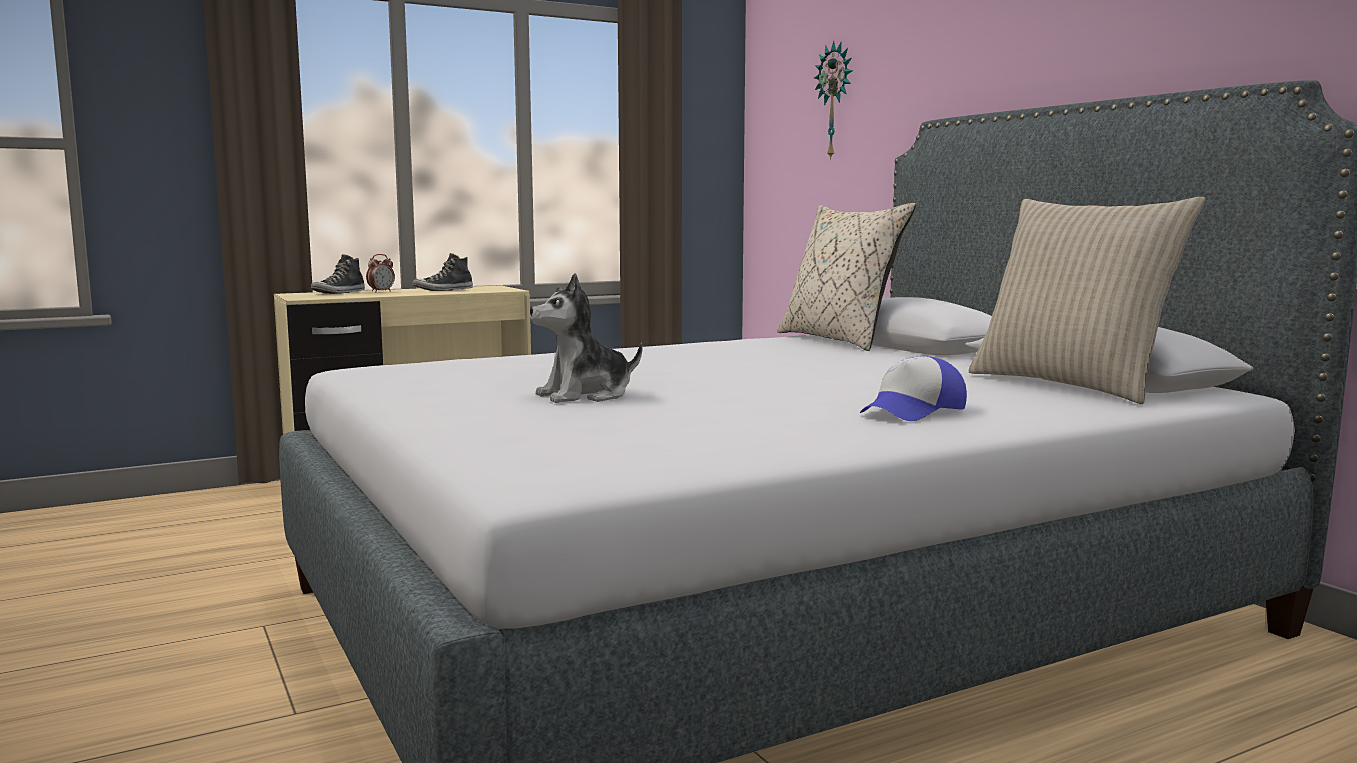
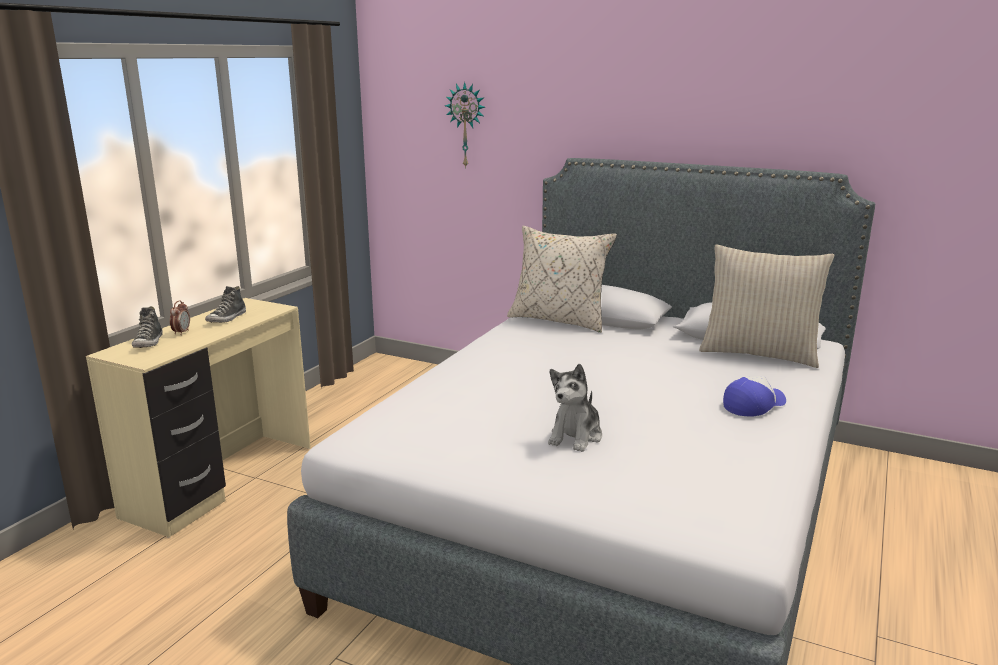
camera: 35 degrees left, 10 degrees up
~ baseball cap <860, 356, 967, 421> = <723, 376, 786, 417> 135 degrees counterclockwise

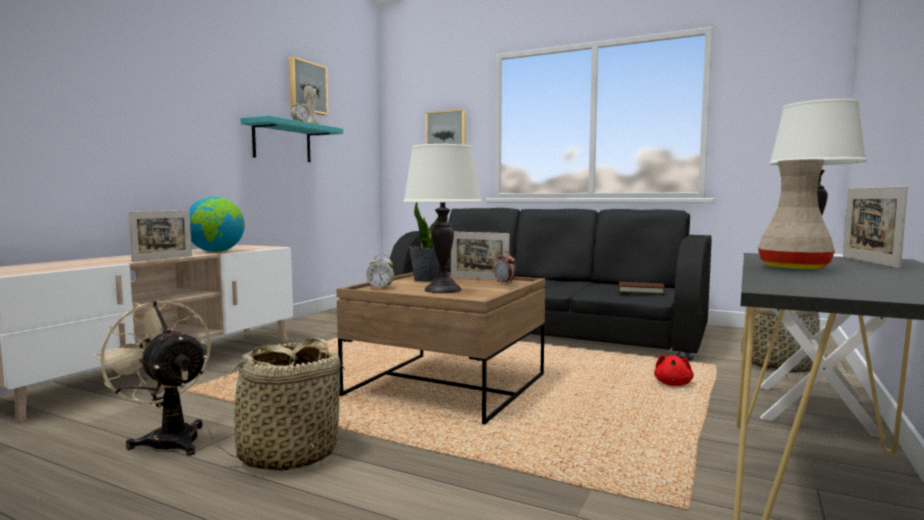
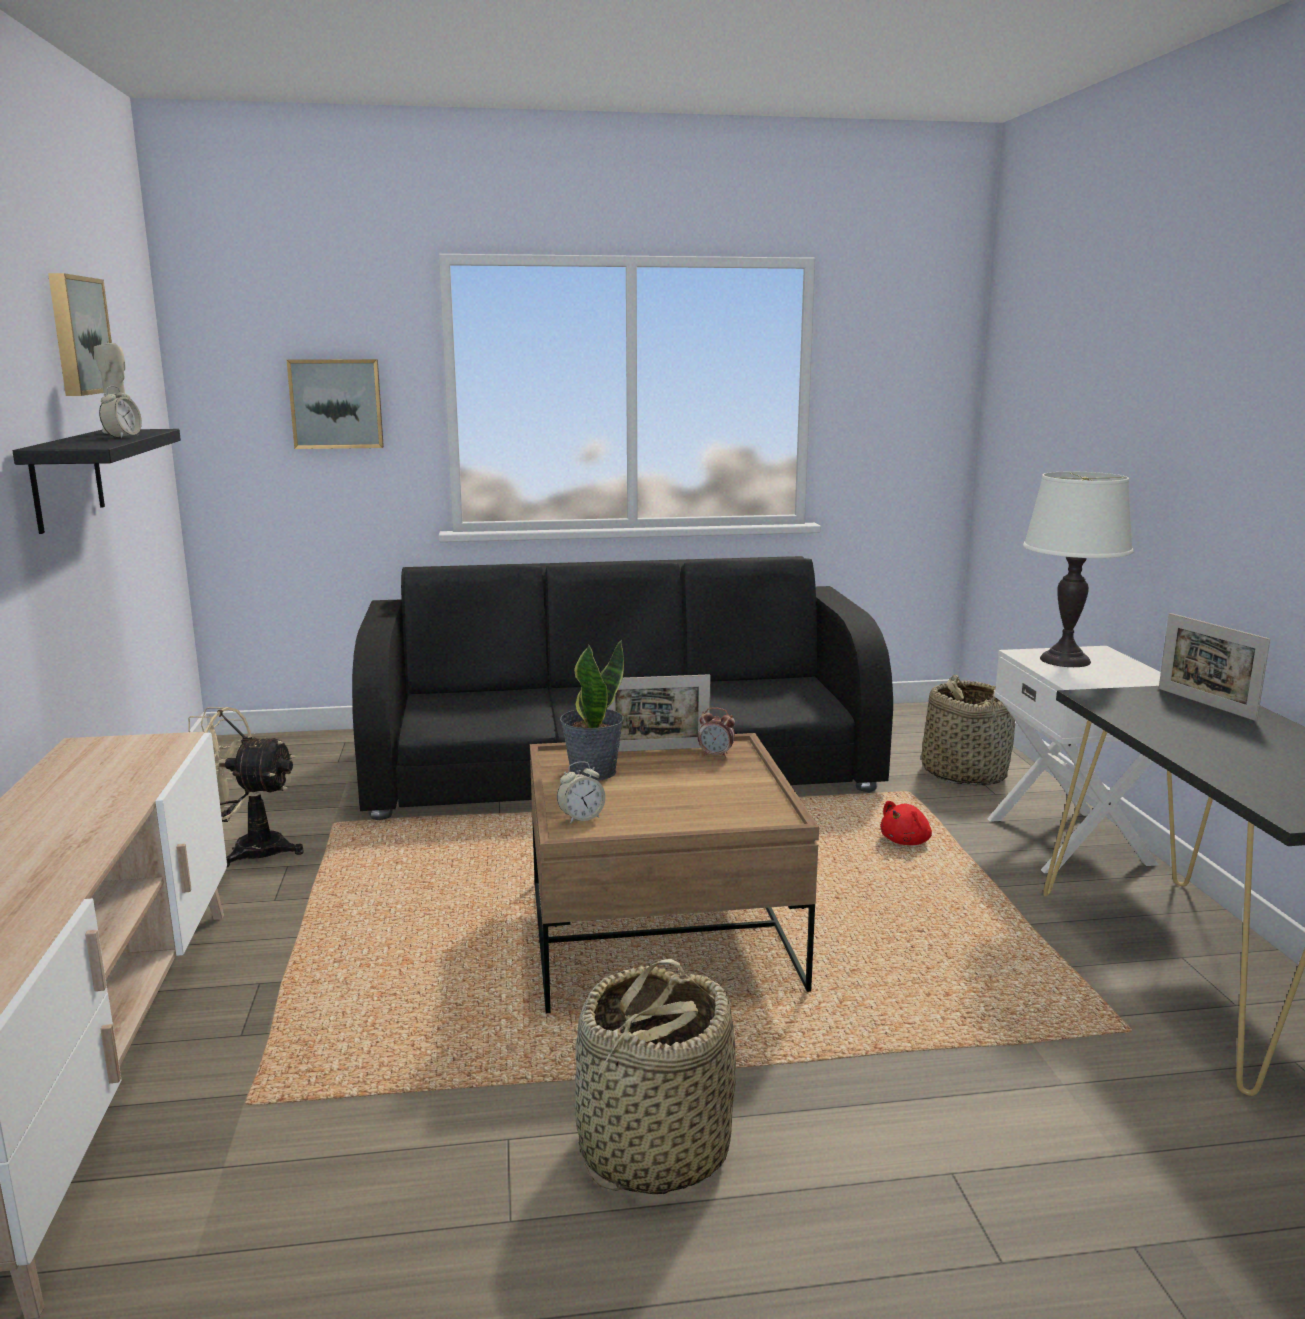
camera: 35 degrees left, 10 degrees up
~ wall shelf/blue-green <240, 115, 343, 162> to wall shelf/black-coloured <13, 429, 181, 534>
- tabletop lamp/white-coloured <403, 144, 482, 293>
- flower vase/sand-coloured <758, 159, 835, 270>
- desk globe <189, 197, 245, 252>
- picture frame <128, 210, 192, 262>
- volume/brown-coloured <619, 282, 665, 295>
~ fan/sand-coloured <93, 300, 211, 456> to <188, 707, 304, 867>
~ plush toy/red-coloured <654, 354, 694, 386> = <880, 801, 932, 845> 60 degrees clockwise

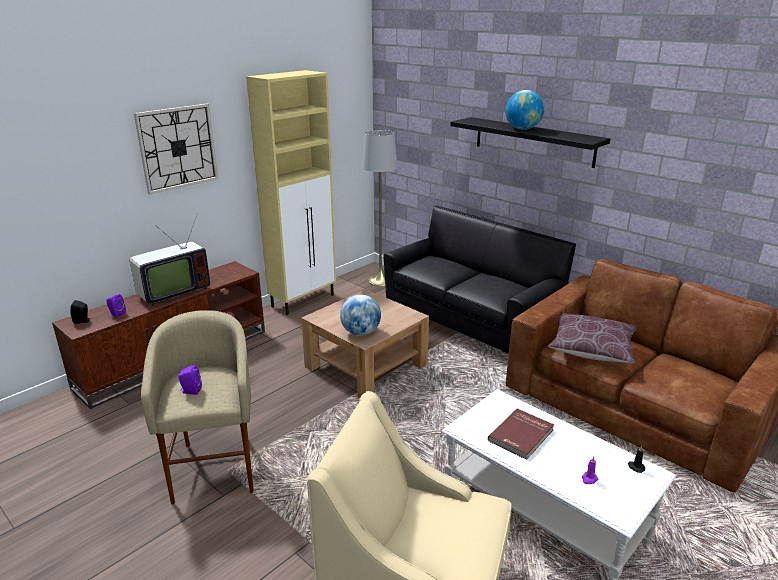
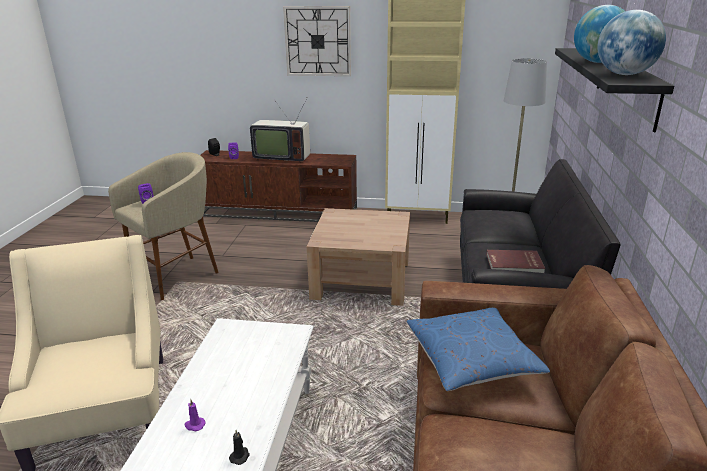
camera: 55 degrees right, 0 degrees up
~ desk globe <340, 295, 381, 336> to <598, 10, 666, 75>
~ cushion/brown-coloured <548, 313, 637, 363> to cushion/bluish <406, 308, 550, 391>
~ volume/red-coloured <488, 409, 554, 460> to <486, 250, 545, 273>

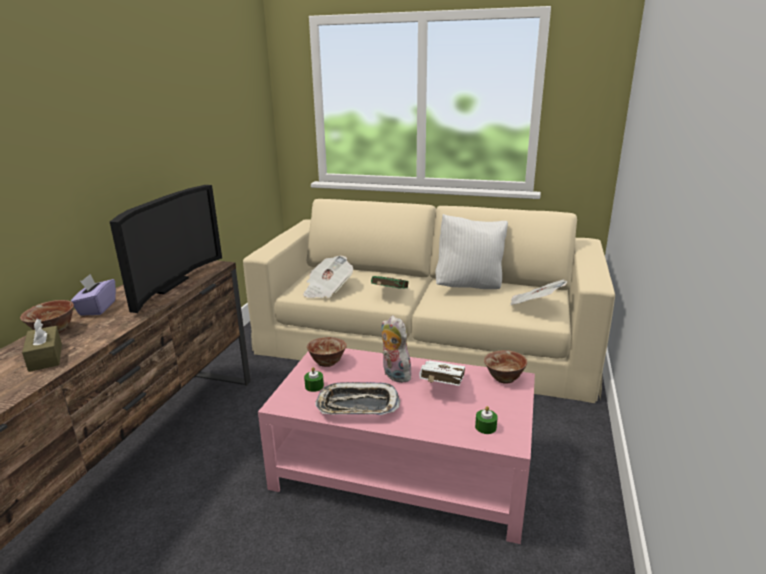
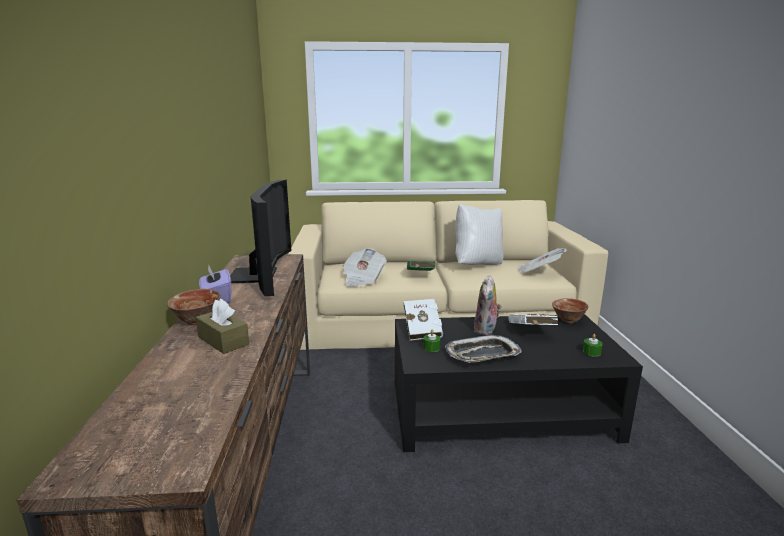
camera: 20 degrees left, 5 degrees down
~ plush toy <381, 316, 411, 383> = <474, 275, 501, 335> 105 degrees counterclockwise
~ bowl <307, 337, 347, 367> to volume/white-coloured <404, 299, 443, 341>
~ coffee table/pink-coloured <258, 348, 535, 544> to coffee table/black-coloured <395, 314, 643, 452>

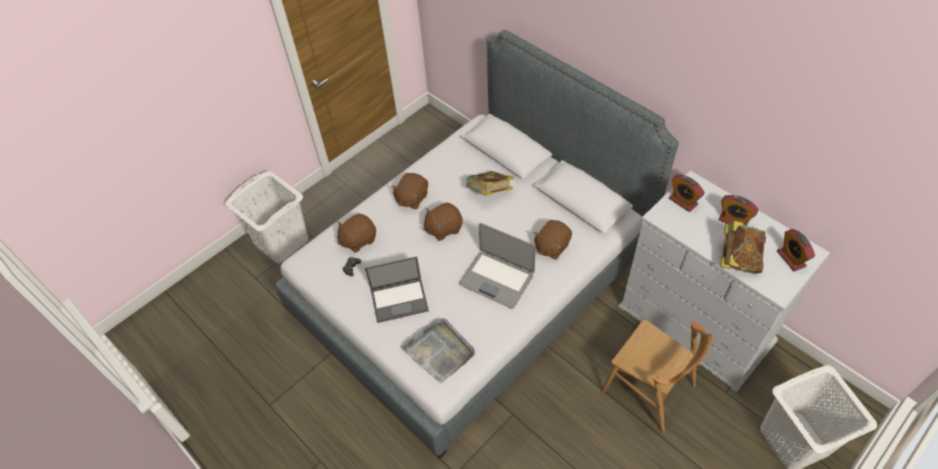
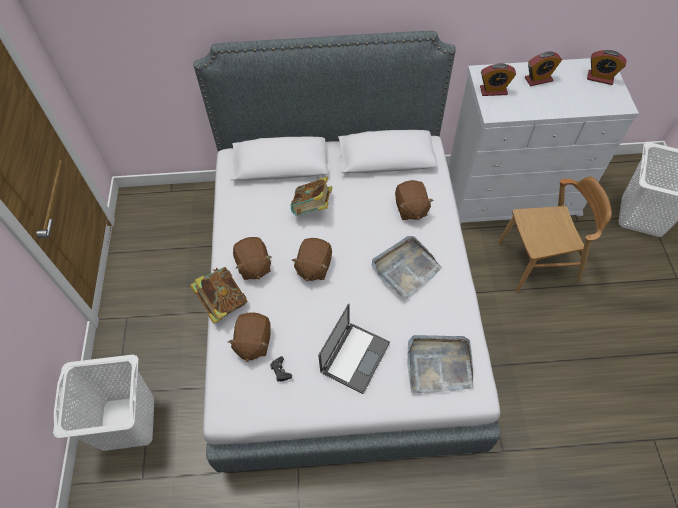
camera: 50 degrees left, 5 degrees up
~ volume <720, 221, 766, 274> to <190, 267, 248, 324>
~ notebook computer <459, 223, 536, 309> to serving tray/greyish <372, 236, 442, 300>

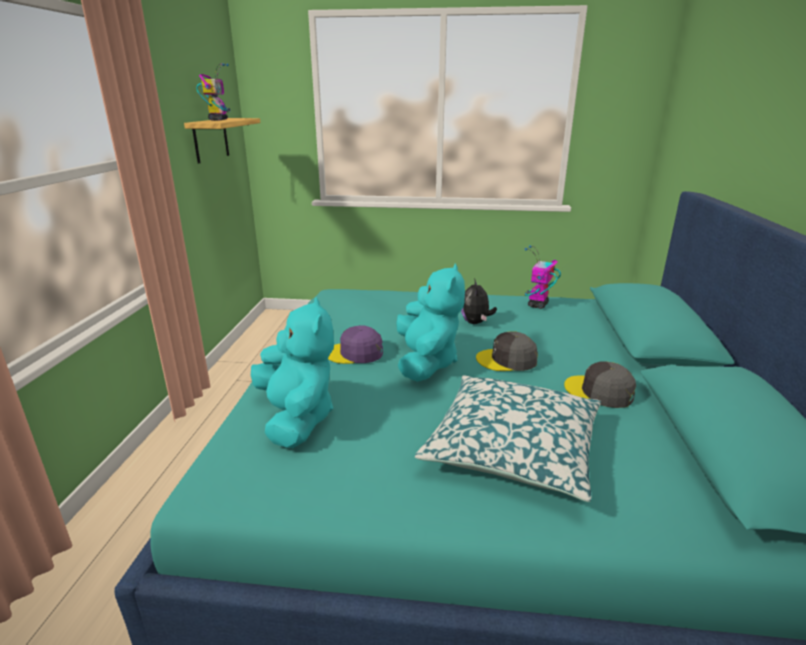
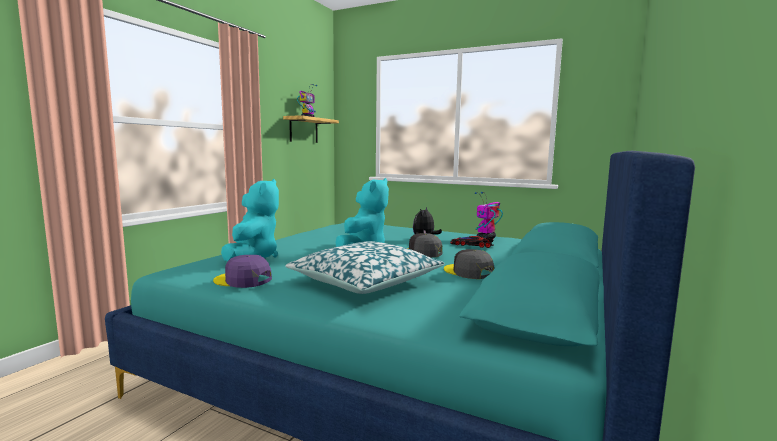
camera: 20 degrees right, 15 degrees down
~ baseball cap/purple <328, 326, 383, 364> to <213, 255, 272, 288>
+ toy car <450, 236, 494, 248>

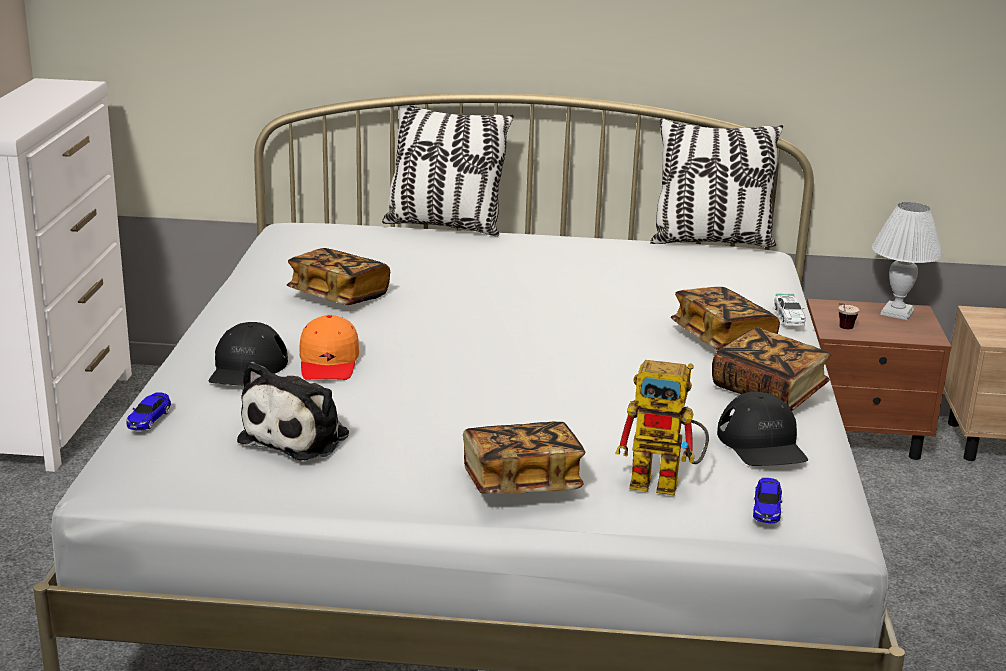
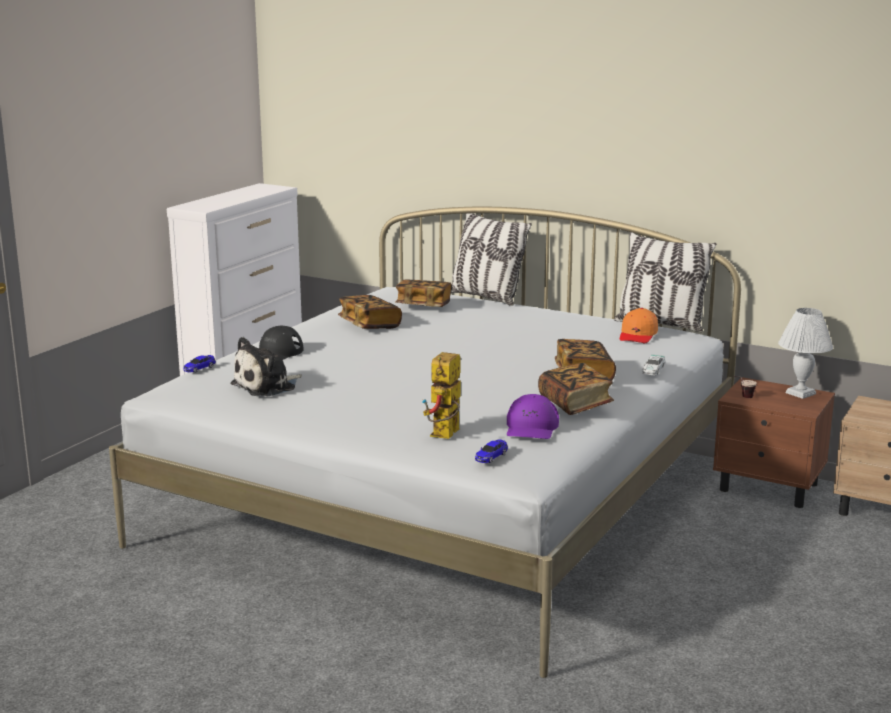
camera: 25 degrees right, 5 degrees down
~ baseball cap/orange <299, 315, 359, 380> to <620, 308, 658, 343>
~ toy robot <615, 360, 709, 495> = <422, 352, 461, 439> 75 degrees clockwise
~ baseball cap/black-coloured <717, 392, 808, 466> to baseball cap/purple <507, 394, 559, 439>
~ volume <463, 422, 585, 494> to <395, 280, 451, 307>

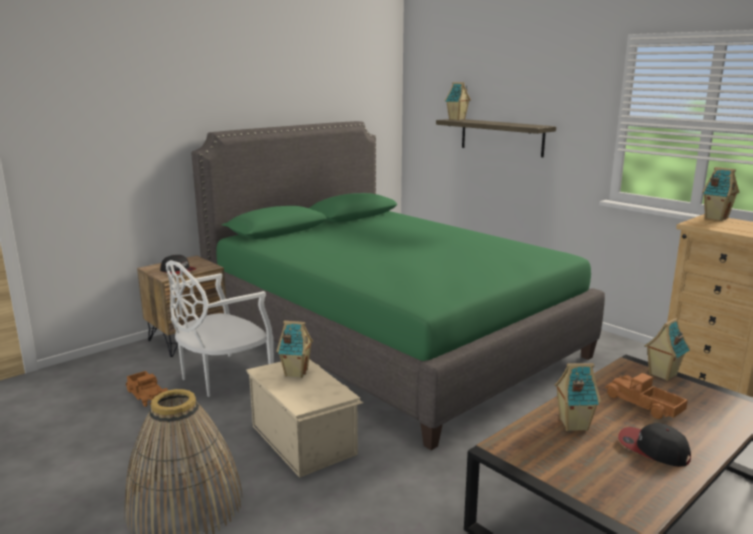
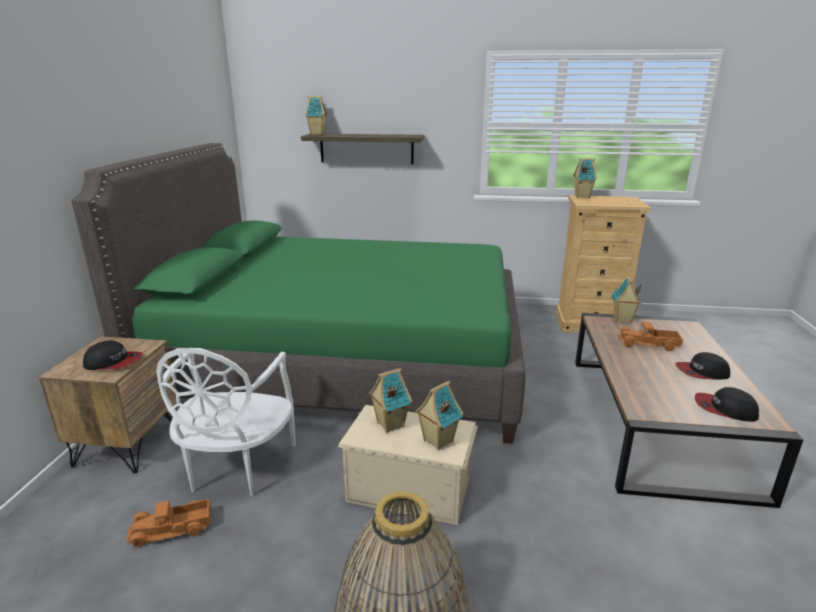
camera: 40 degrees left, 5 degrees up
~ model house <555, 363, 601, 431> to <415, 381, 464, 450>
~ toy truck <125, 371, 168, 407> = <127, 499, 210, 547> 150 degrees clockwise
+ baseball cap <695, 387, 759, 422>

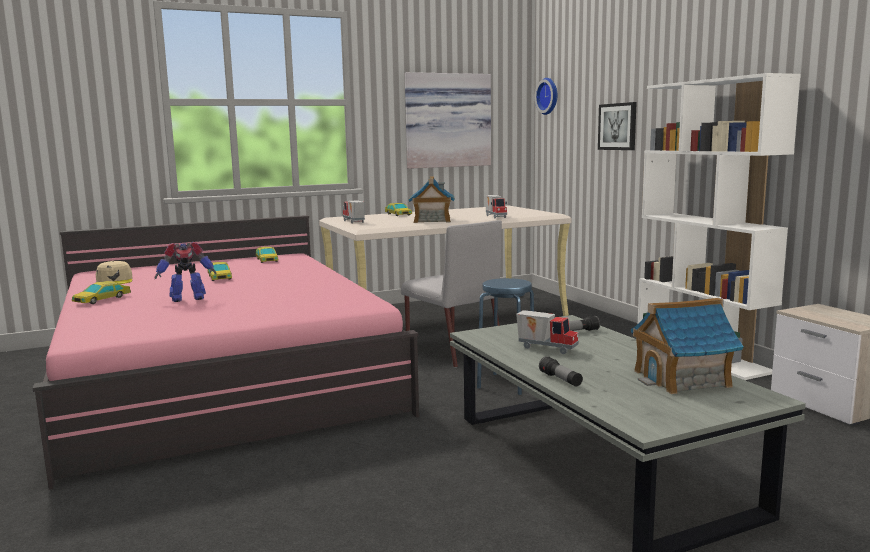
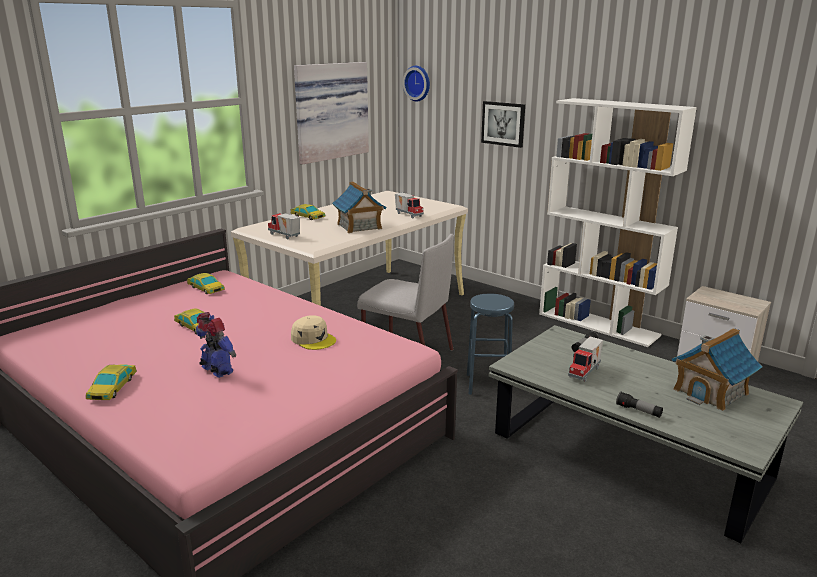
camera: 25 degrees left, 10 degrees up
~ toy robot <155, 242, 217, 302> = <196, 312, 236, 378> 90 degrees counterclockwise
~ baseball cap/sand-coloured <96, 261, 132, 284> to <291, 315, 336, 350>
~ toy truck <516, 310, 579, 354> = <568, 337, 603, 382> 120 degrees clockwise

